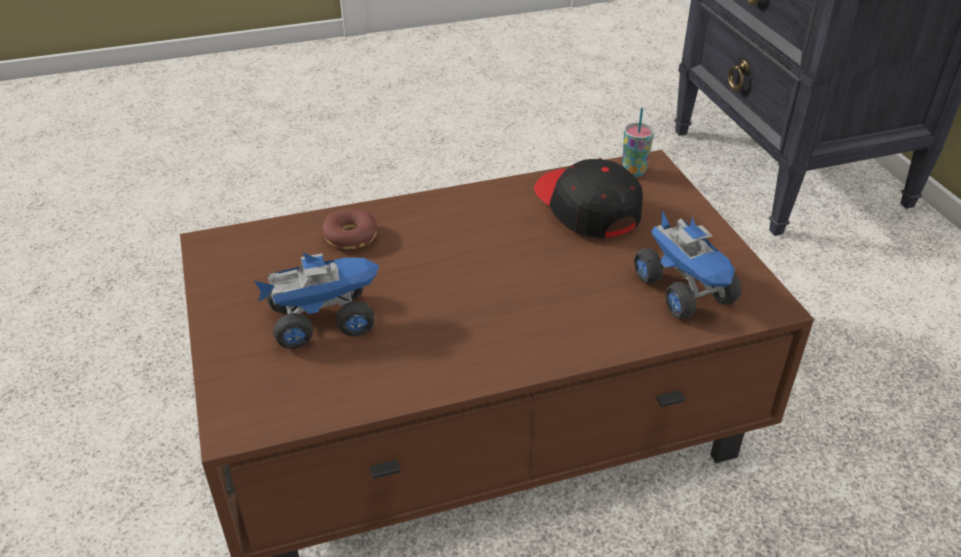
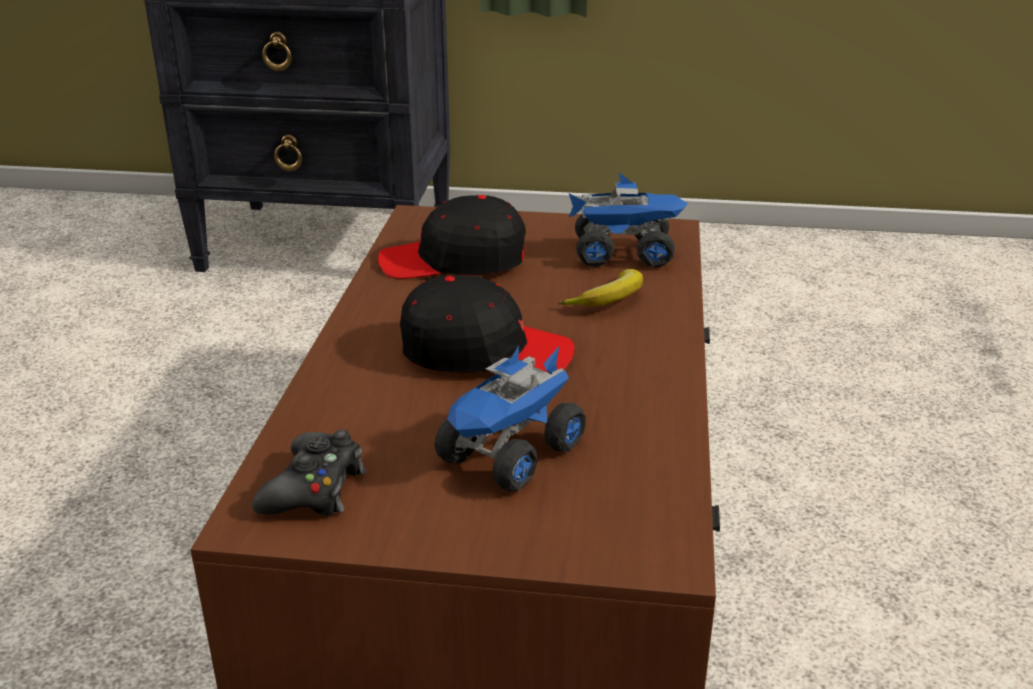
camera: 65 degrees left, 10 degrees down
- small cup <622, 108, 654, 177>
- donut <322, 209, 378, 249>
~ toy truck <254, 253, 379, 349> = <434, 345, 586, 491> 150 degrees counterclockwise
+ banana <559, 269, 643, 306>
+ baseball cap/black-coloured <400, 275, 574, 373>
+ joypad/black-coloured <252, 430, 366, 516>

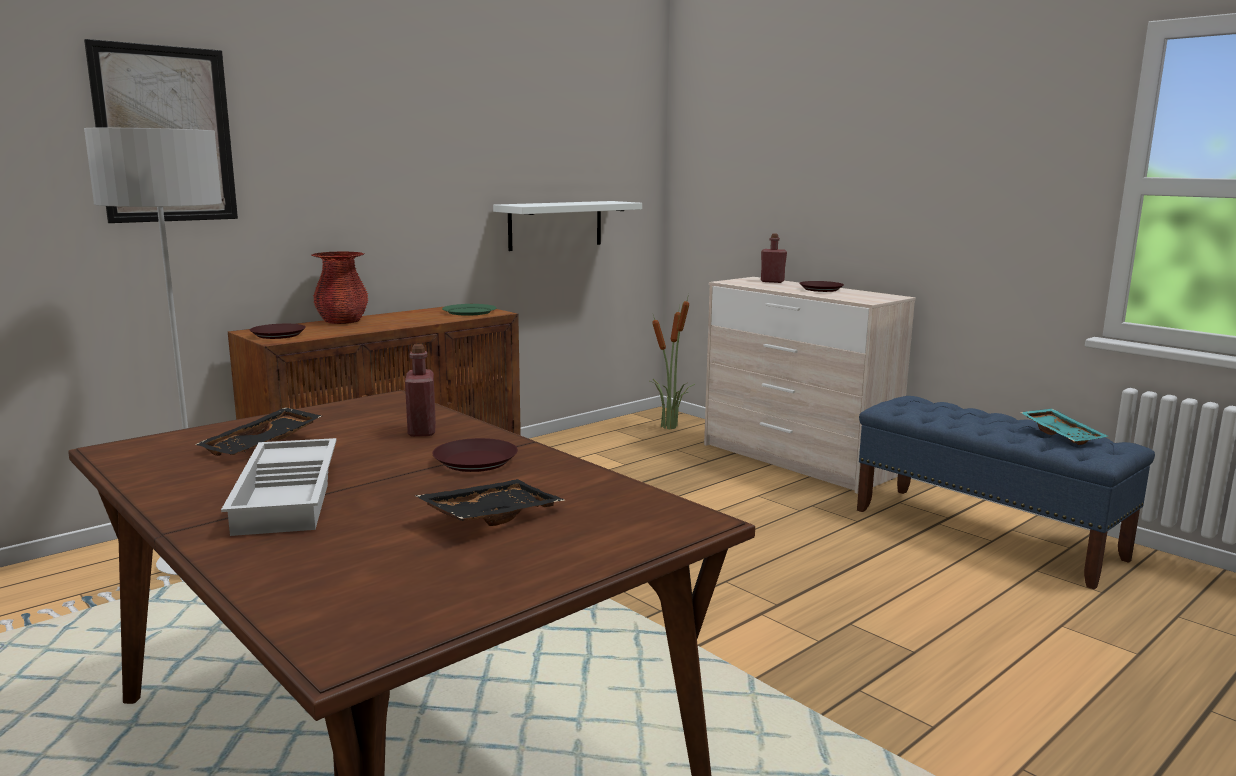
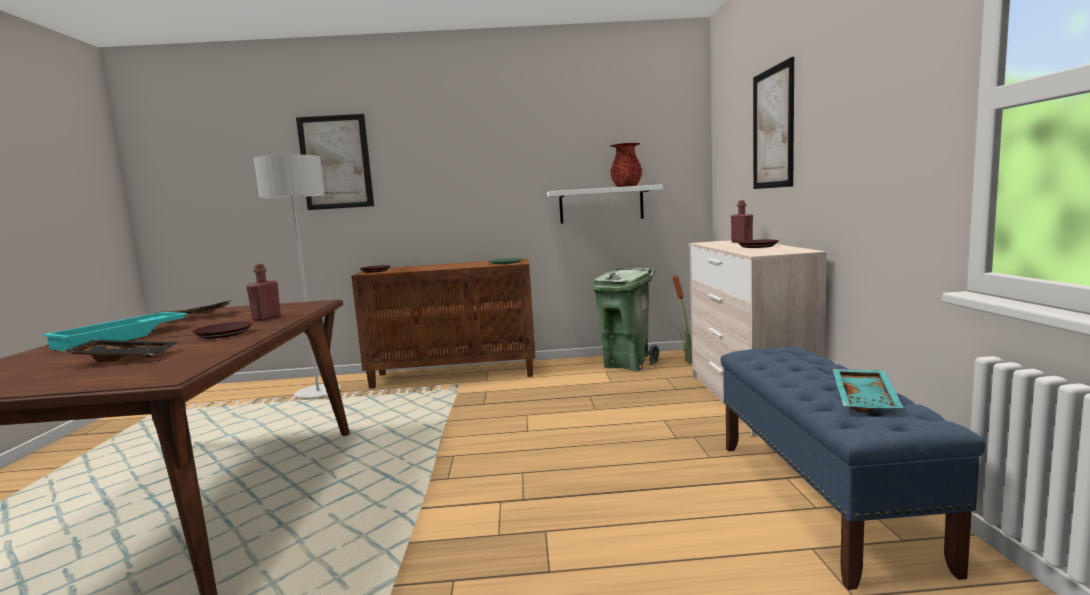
camera: 40 degrees right, 5 degrees down
~ flower vase/red-coloured <311, 252, 368, 324> to <610, 143, 643, 187>
~ serving tray/white-coloured <221, 438, 337, 536> to serving tray/blue-green <42, 312, 188, 351>
+ wall art <753, 57, 794, 189>
+ trash can/greenish <593, 268, 660, 372>

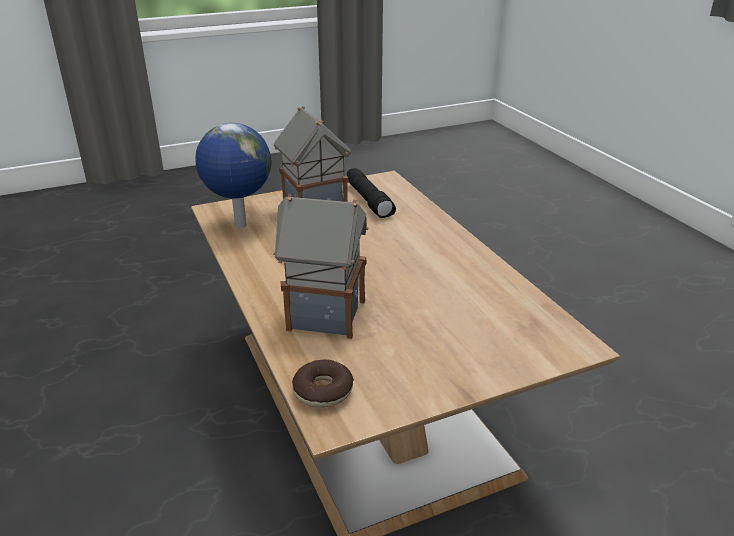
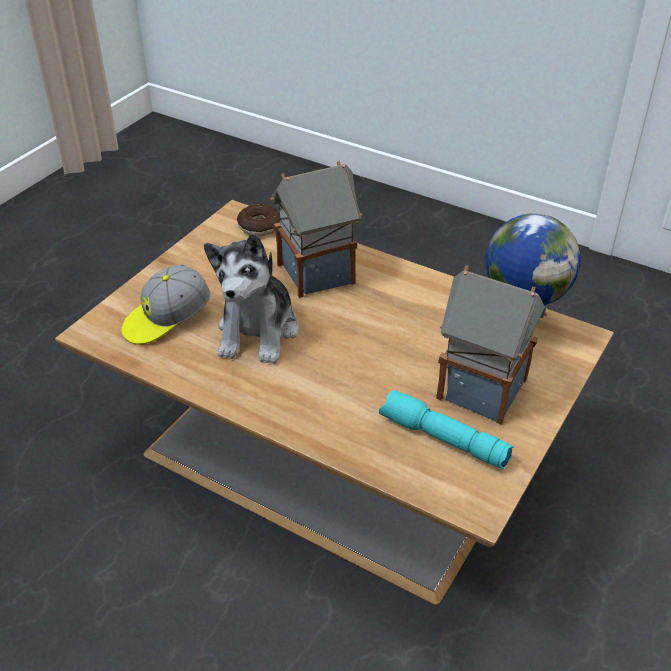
camera: 145 degrees right, 10 degrees up
~ hand torch/black-coloured <347, 168, 396, 218> to hand torch/blue-green <379, 390, 514, 469>
+ plush toy <204, 233, 298, 364>
+ baseball cap <122, 265, 210, 345>

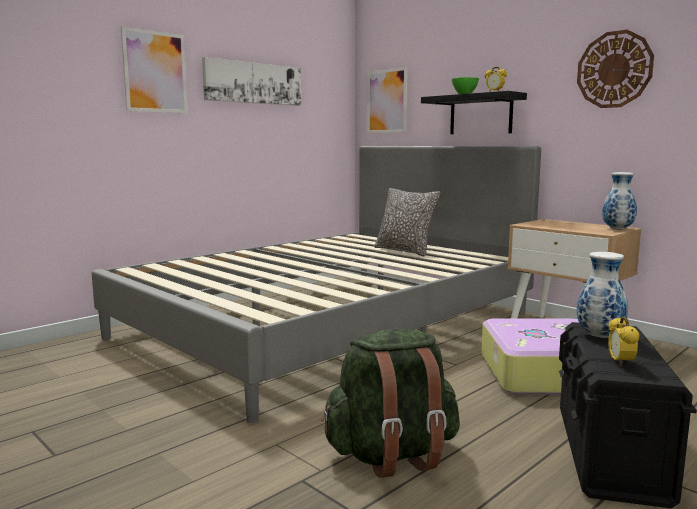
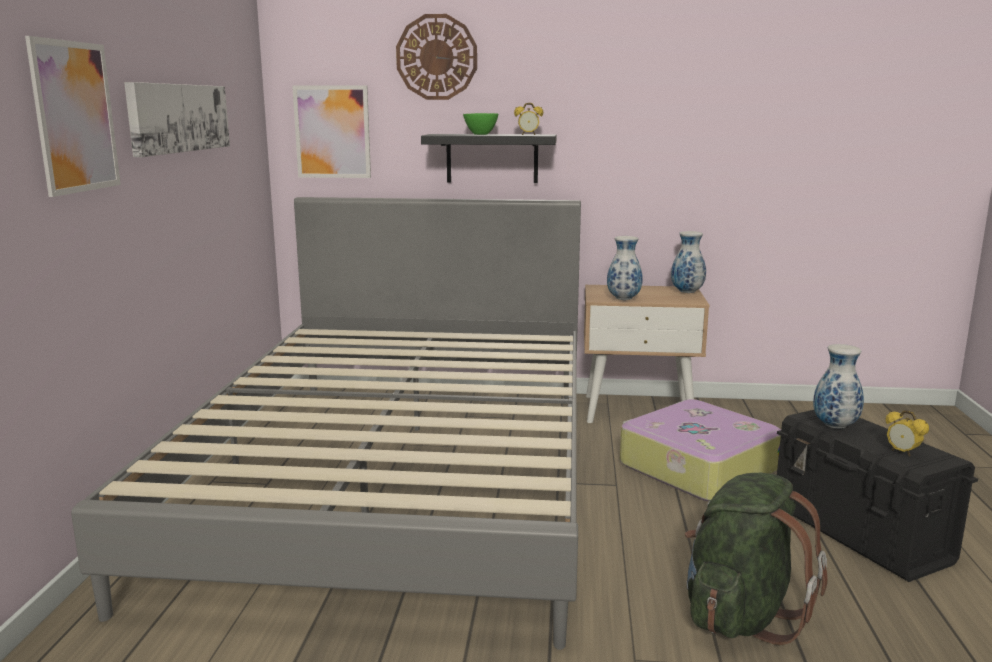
camera: 40 degrees left, 5 degrees up
~ hanging clock <577, 30, 654, 108> to <396, 14, 477, 100>
- cushion <374, 188, 440, 256>
+ flower vase <607, 236, 643, 300>

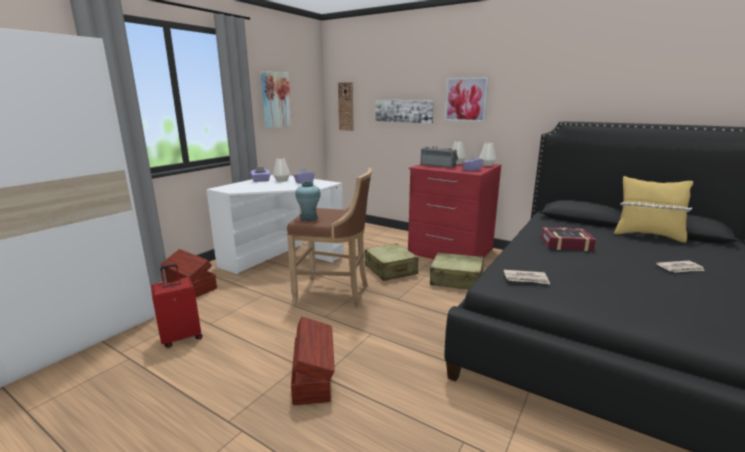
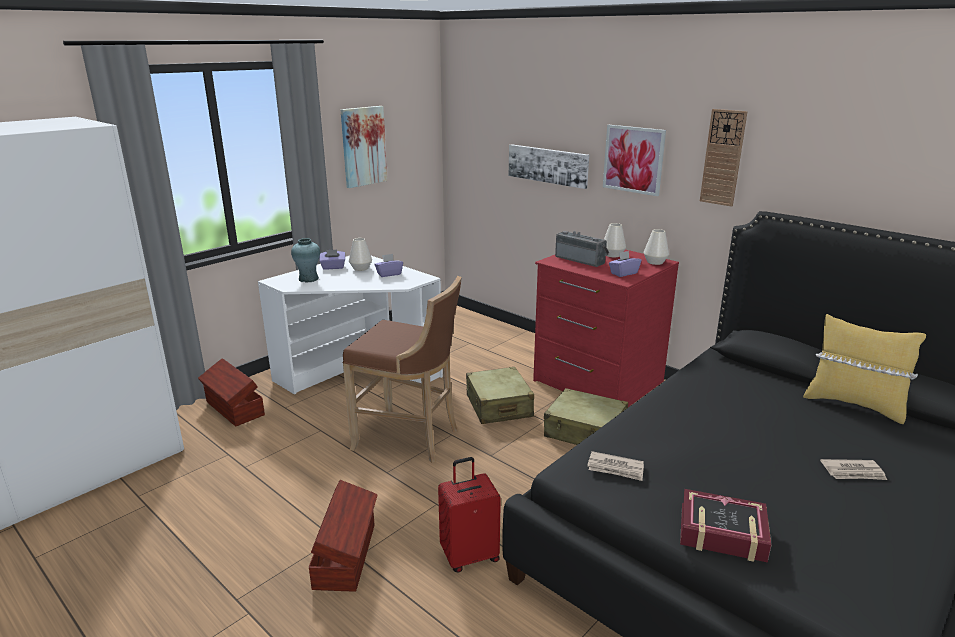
camera: 10 degrees right, 5 degrees up
~ hanging clock <338, 82, 354, 131> to <700, 109, 748, 207>
~ flower vase/blue-green <295, 181, 321, 221> to <291, 238, 320, 283>
~ volume <539, 227, 596, 251> to <680, 489, 771, 563>
~ suitcase/red-coloured <151, 264, 202, 348> to <438, 457, 501, 573>

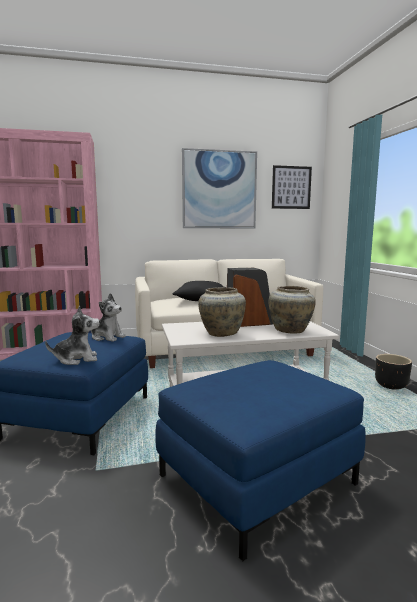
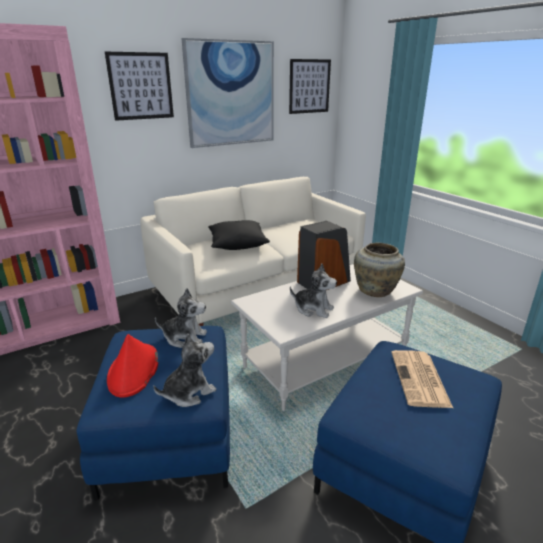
camera: 20 degrees left, 15 degrees up
~ flower vase/sand-coloured <198, 287, 246, 337> to plush toy <290, 264, 337, 318>
- planter/black-coloured <375, 354, 412, 390>
+ wall art <105, 52, 174, 121>
+ wearable hat/red-coloured <107, 334, 158, 398>
+ newspaper <391, 350, 453, 408>

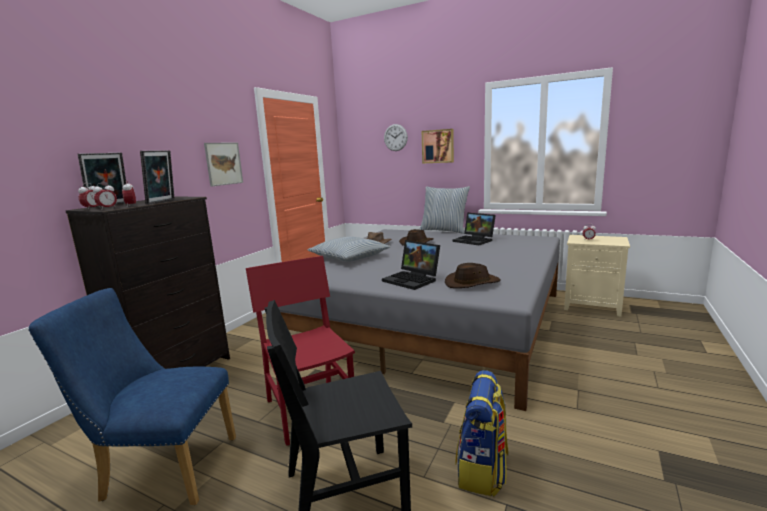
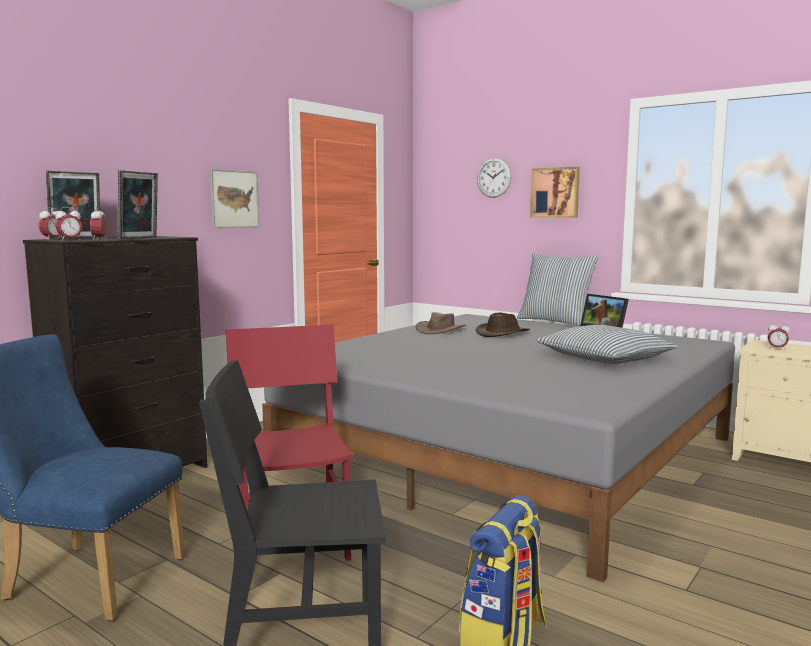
camera: 10 degrees right, 5 degrees down
~ cushion <308, 236, 391, 262> to <536, 325, 678, 364>
- notebook computer <382, 240, 440, 290>
- wearable hat/brown-coloured <445, 263, 501, 288>

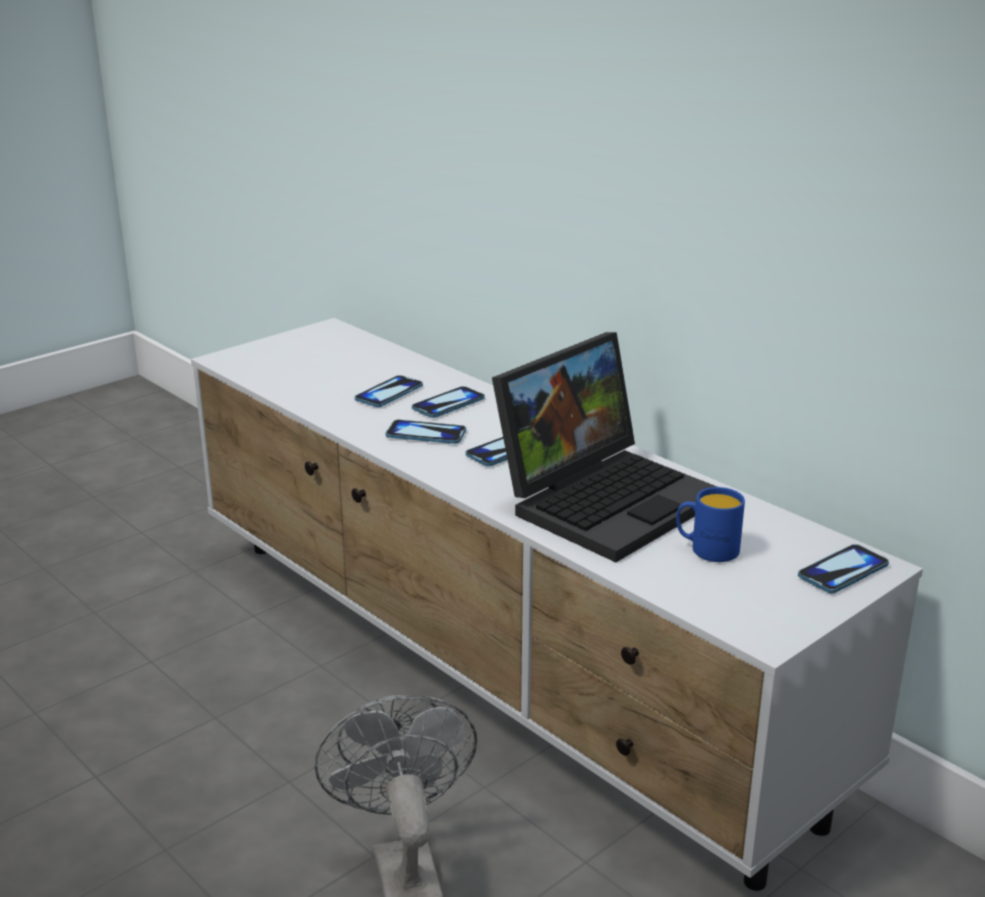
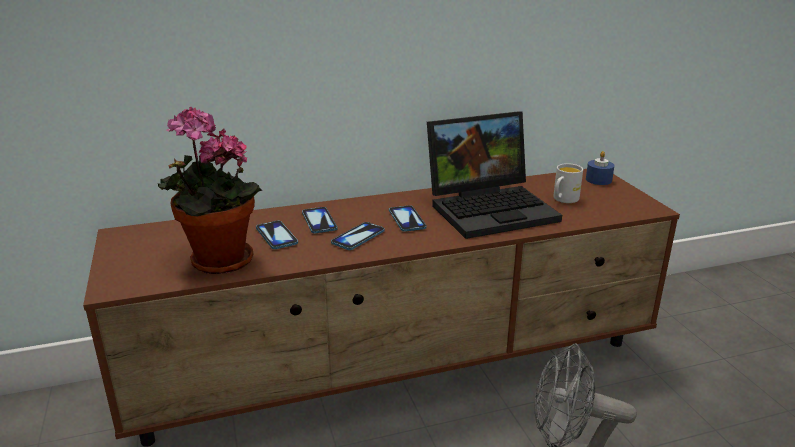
camera: 65 degrees left, 0 degrees up
~ tv unit/white-coloured <191, 318, 923, 891> to tv unit/brown-coloured <83, 169, 680, 447>
~ notebook computer <492, 332, 717, 562> = <427, 111, 562, 239> 90 degrees clockwise
~ mug/bluish <676, 487, 745, 562> to mug/white-coloured <553, 163, 583, 203>
~ telephone <798, 544, 889, 593> to wax light/bluish <586, 151, 614, 185>
+ potted plant <158, 107, 262, 274>

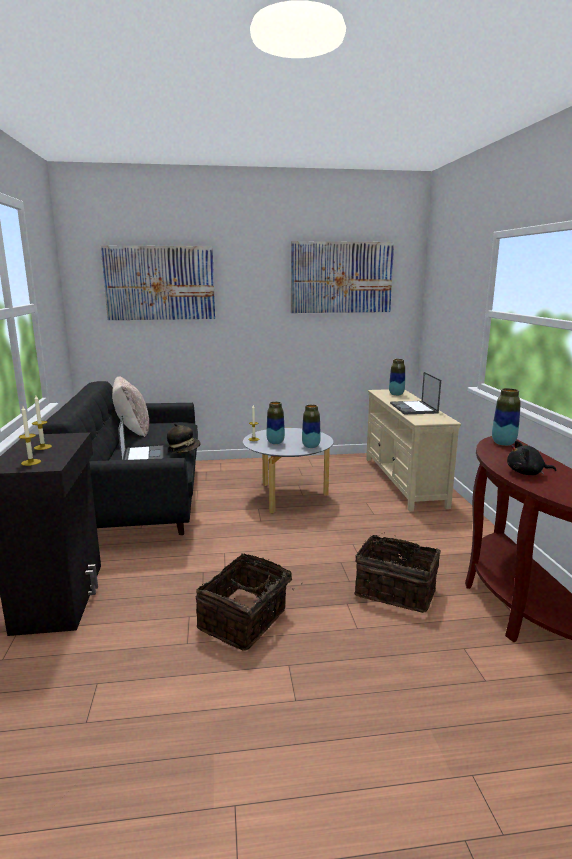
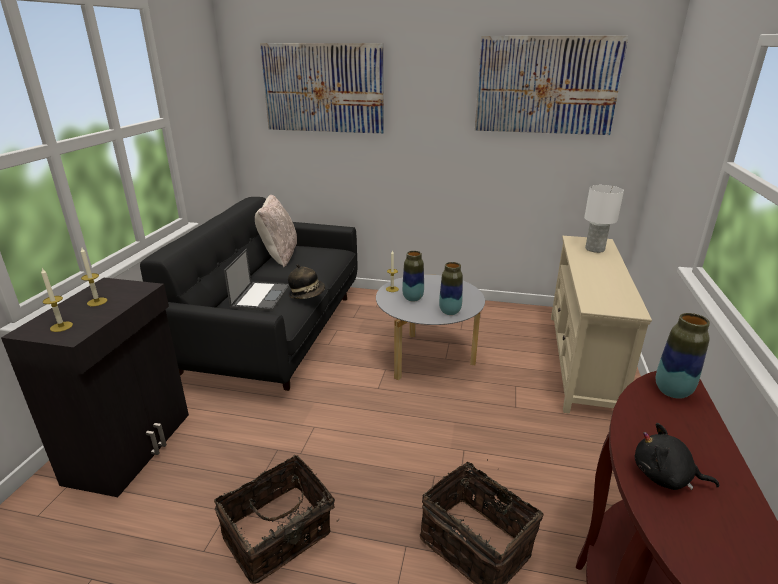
camera: 20 degrees right, 10 degrees up
~ flower vase <389, 359, 405, 396> to tabletop lamp/white-coloured <584, 185, 624, 253>
- notebook computer <390, 372, 441, 415>

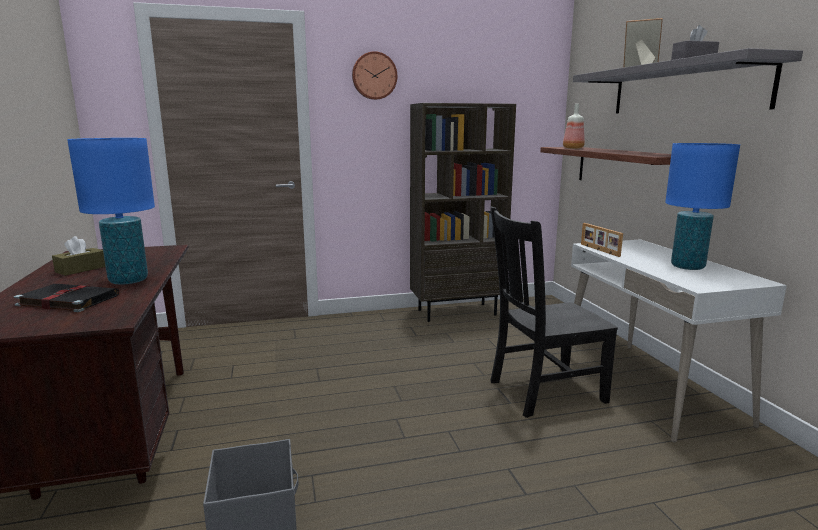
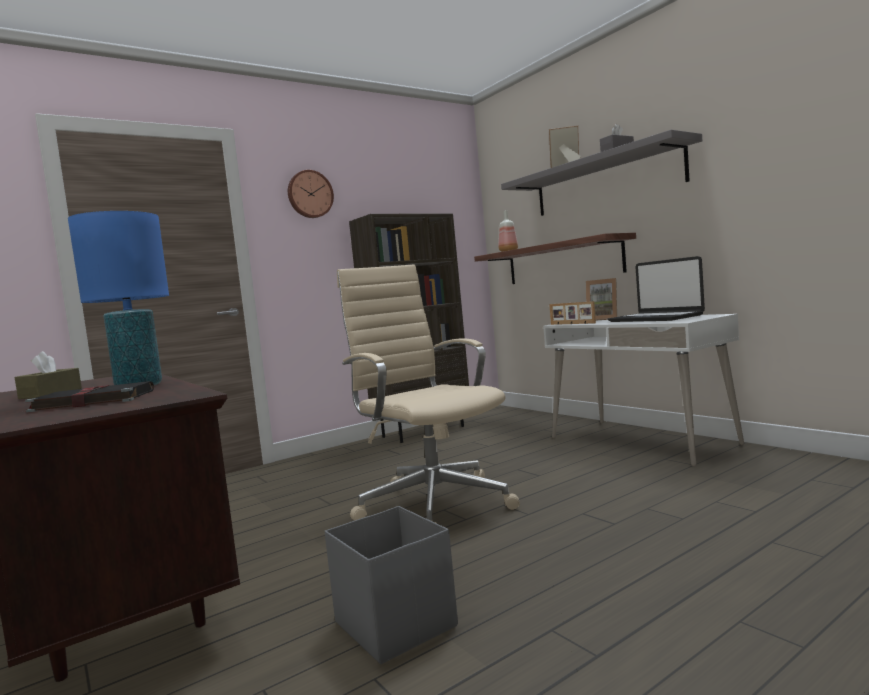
camera: 20 degrees left, 10 degrees down
~ tabletop lamp/bluish <665, 143, 740, 270> to notebook computer <608, 256, 705, 322>
- chair/black-coloured <490, 207, 618, 418>
+ computer chair/sand-coloured <337, 265, 520, 523>
+ picture frame <586, 278, 617, 321>

